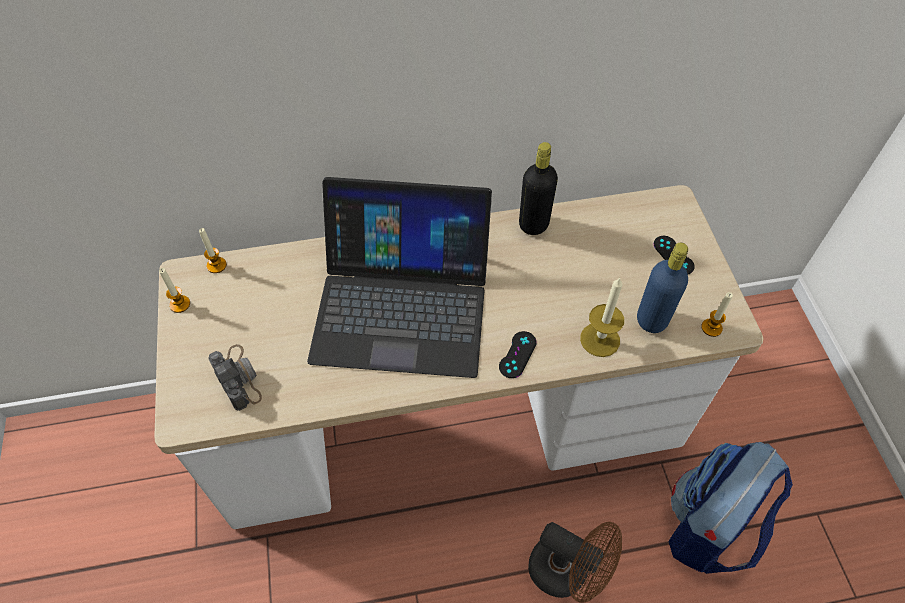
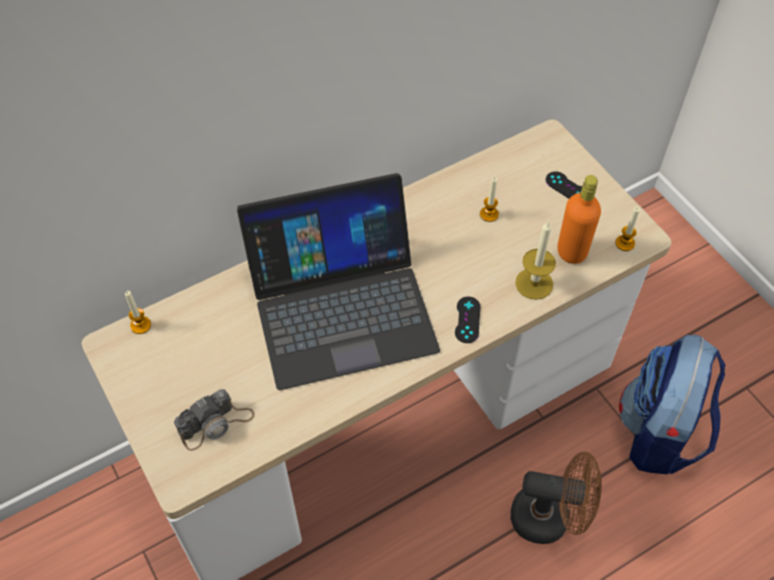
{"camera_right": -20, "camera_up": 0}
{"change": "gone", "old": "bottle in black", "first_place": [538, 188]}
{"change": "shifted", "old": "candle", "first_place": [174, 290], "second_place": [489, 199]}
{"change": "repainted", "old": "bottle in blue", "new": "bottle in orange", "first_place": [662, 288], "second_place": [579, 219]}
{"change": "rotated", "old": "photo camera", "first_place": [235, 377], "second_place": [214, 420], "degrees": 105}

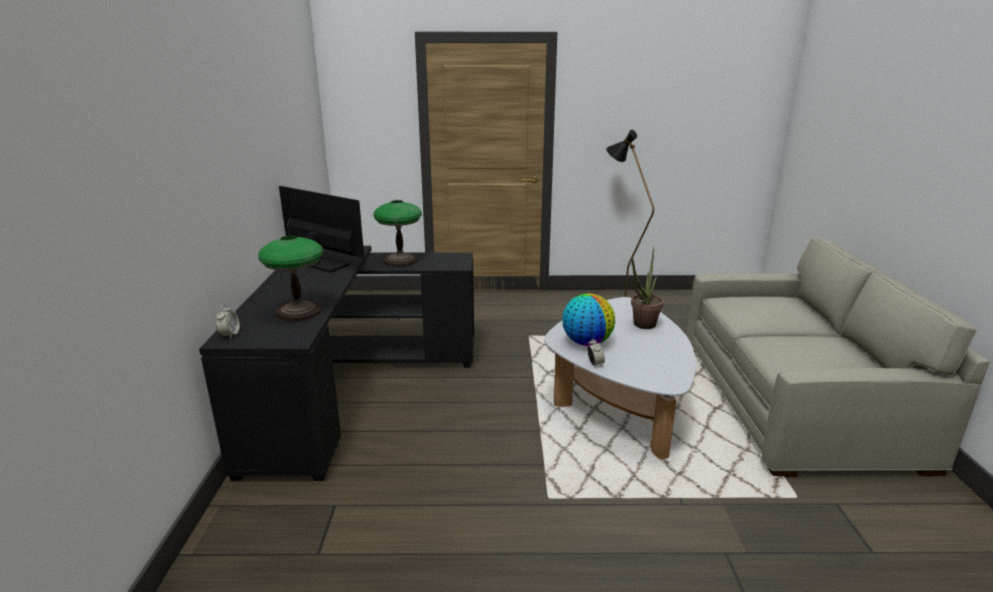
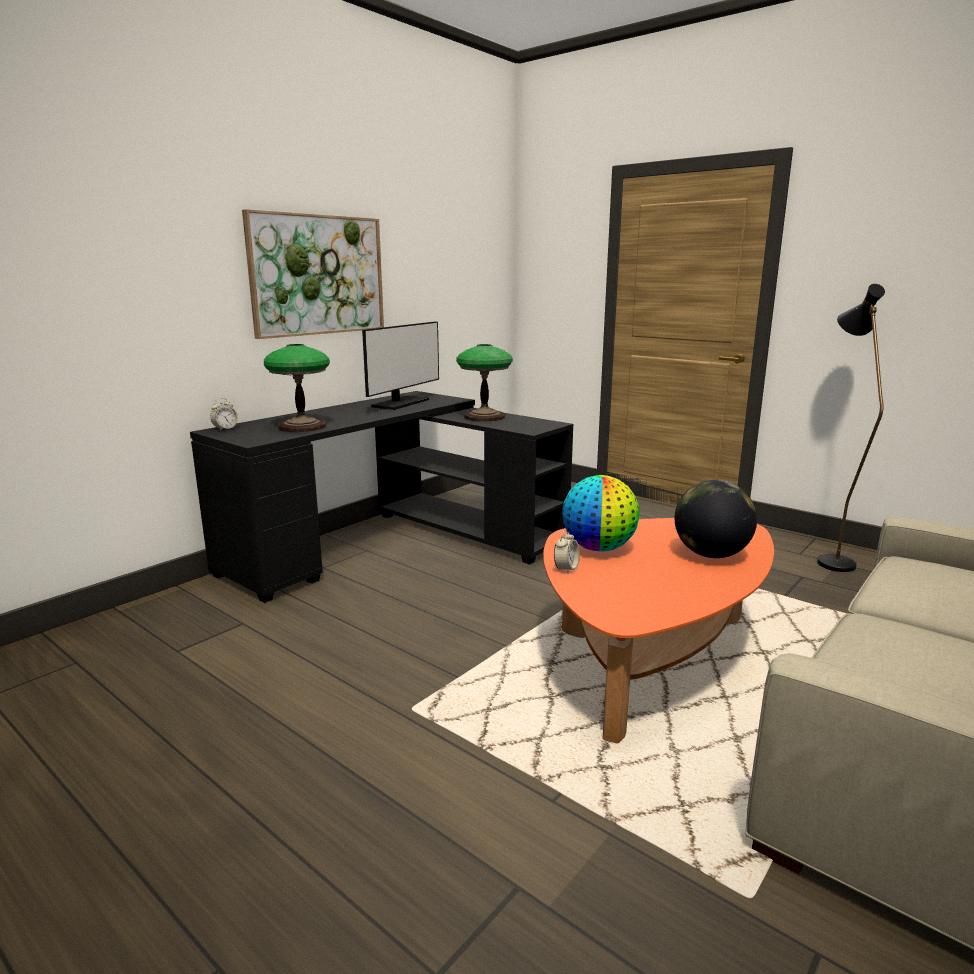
{"camera_right": 40, "camera_up": -5}
{"change": "new", "new": "picture", "second_place": [313, 274]}
{"change": "swapped", "old": "potted plant", "new": "globe", "first_place": [647, 287], "second_place": [716, 519]}
{"change": "repainted", "old": "coffee table in white", "new": "coffee table in orange", "first_place": [620, 378], "second_place": [658, 631]}
{"change": "rotated", "old": "monitor", "first_place": [321, 229], "second_place": [400, 365], "degrees": 45}

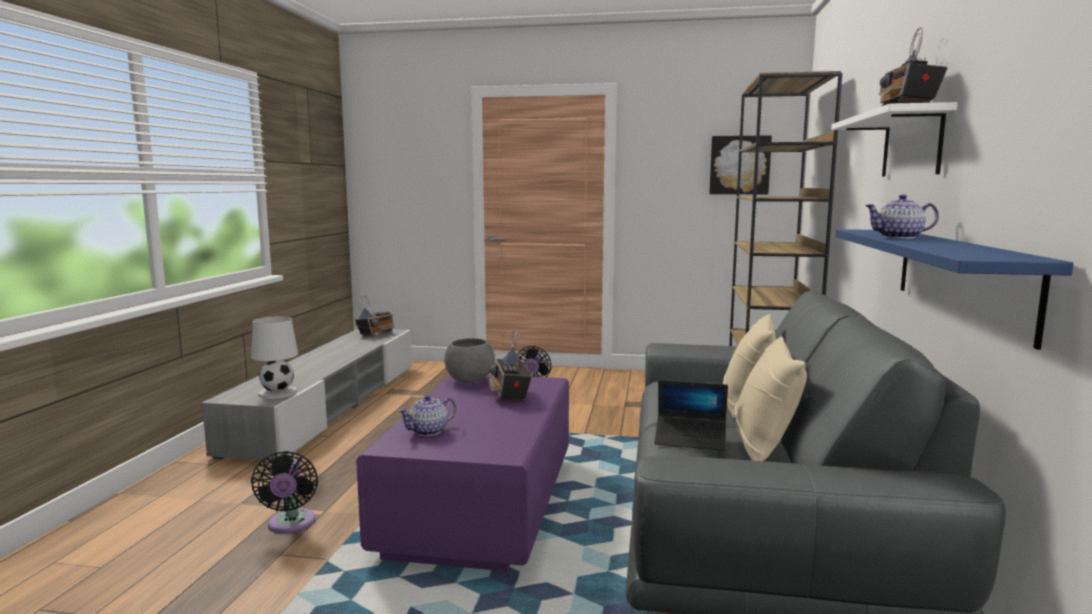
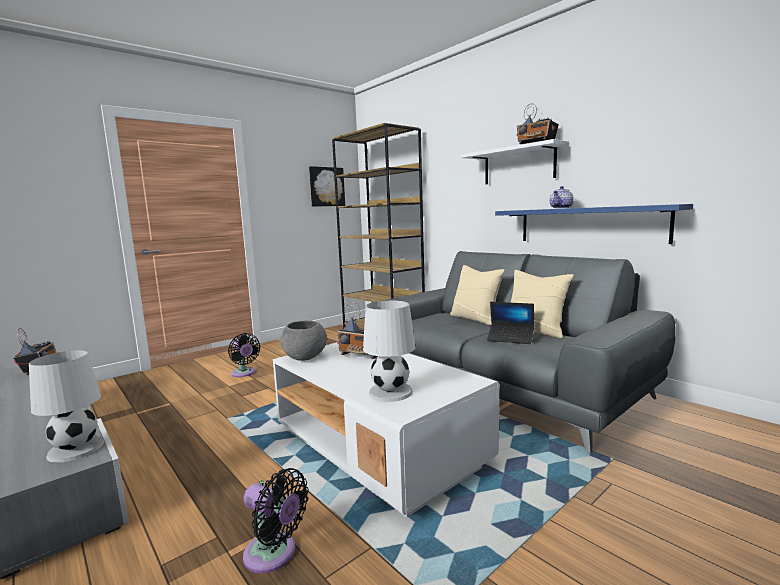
{"camera_right": -50, "camera_up": 0}
{"change": "swapped", "old": "teapot", "new": "table lamp in white", "first_place": [427, 415], "second_place": [389, 351]}
{"change": "repainted", "old": "coffee table in purple", "new": "coffee table in white", "first_place": [462, 473], "second_place": [386, 429]}
{"change": "rotated", "old": "laptop", "first_place": [691, 415], "second_place": [510, 323], "degrees": 60}

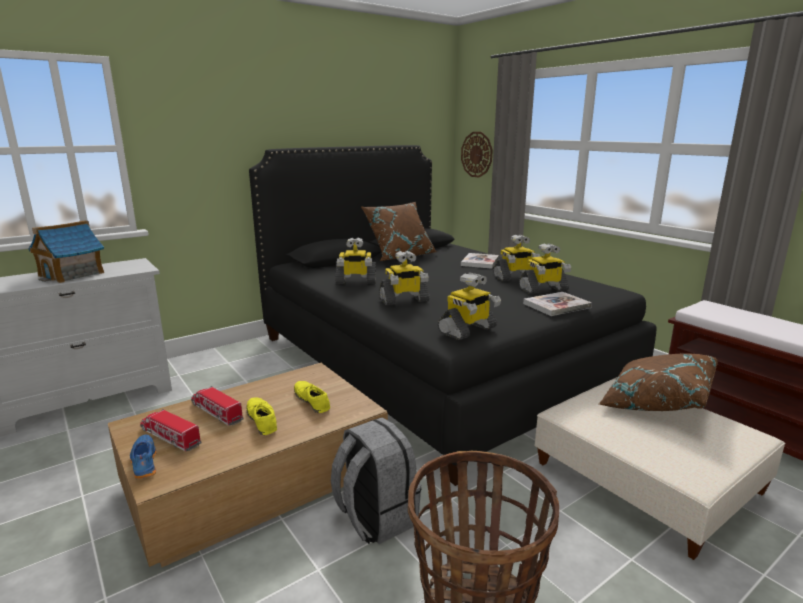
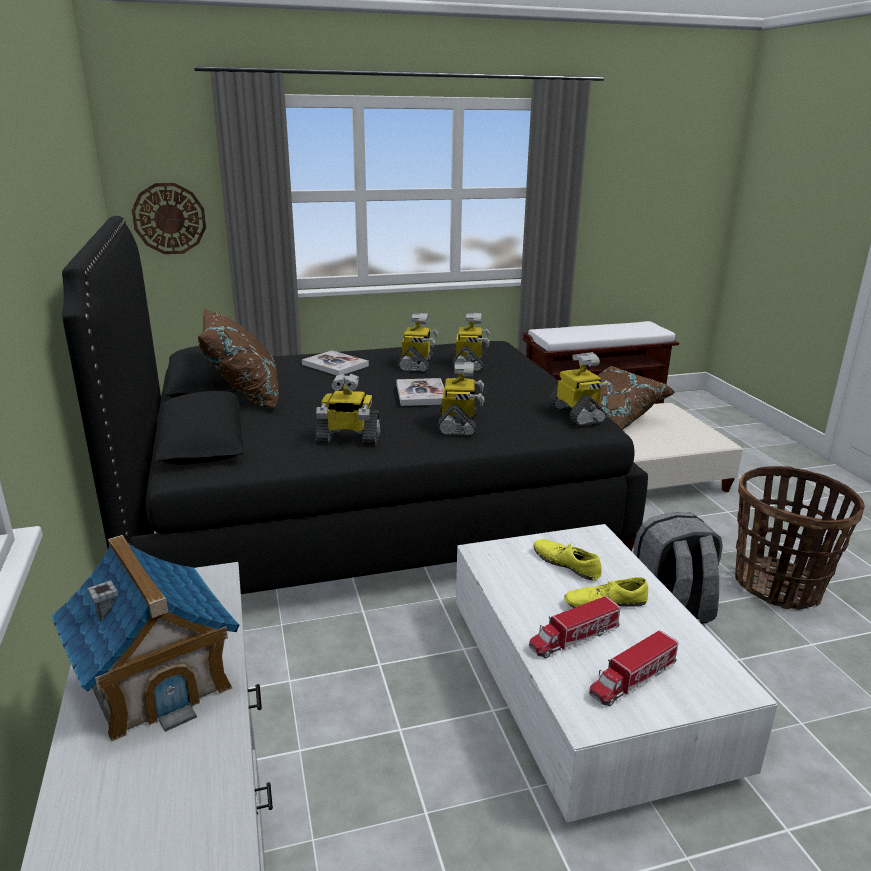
{"camera_right": -70, "camera_up": 5}
{"change": "gone", "old": "shoe in blue", "first_place": [143, 457]}
{"change": "shifted", "old": "book", "first_place": [557, 304], "second_place": [420, 392]}
{"change": "repainted", "old": "coffee table in brown", "new": "coffee table in white", "first_place": [248, 465], "second_place": [617, 673]}
{"change": "rotated", "old": "shoe in yellow", "first_place": [312, 397], "second_place": [568, 559], "degrees": 60}
{"change": "rotated", "old": "toy robot", "first_place": [355, 260], "second_place": [348, 410], "degrees": 75}

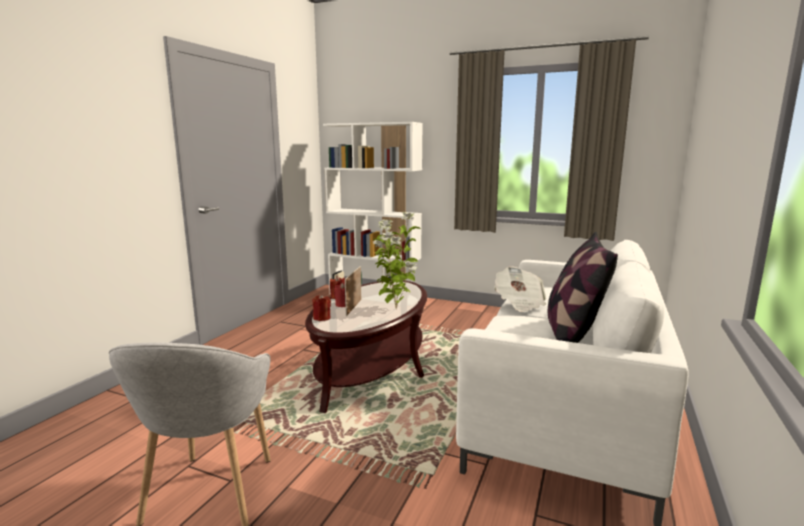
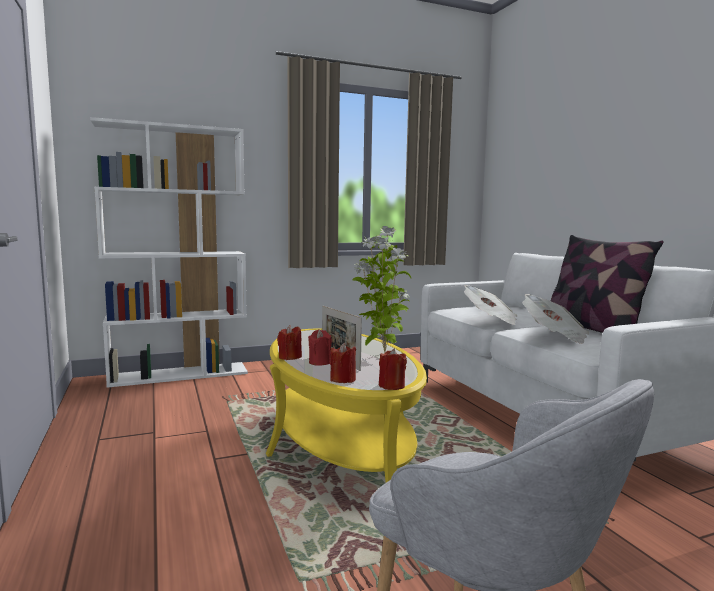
{"camera_right": -45, "camera_up": -5}
{"change": "new", "new": "candle in red", "second_place": [393, 369]}
{"change": "new", "new": "newspaper", "second_place": [555, 319]}
{"change": "repainted", "old": "coffee table in brown", "new": "coffee table in yellow", "first_place": [366, 346], "second_place": [346, 405]}

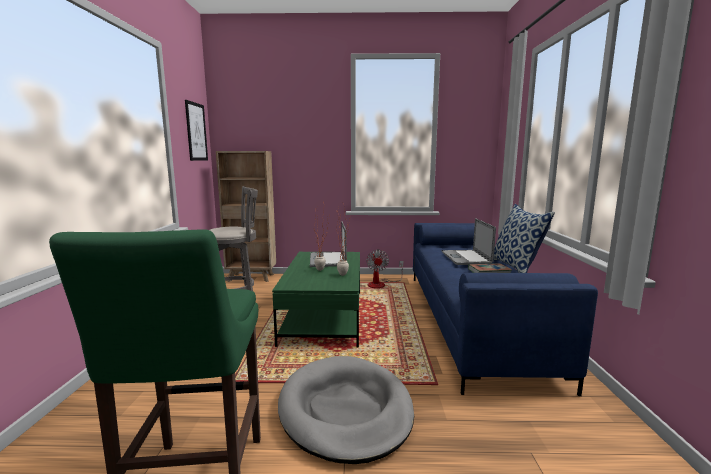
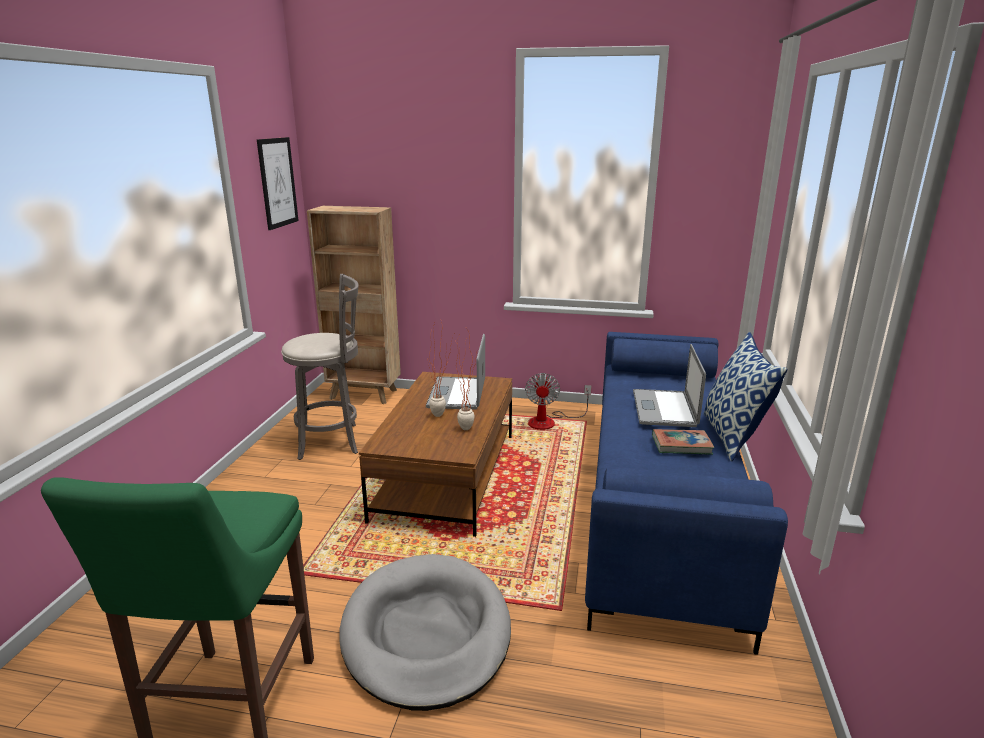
{"camera_right": 10, "camera_up": 10}
{"change": "repainted", "old": "coffee table in green", "new": "coffee table in brown", "first_place": [316, 300], "second_place": [435, 454]}

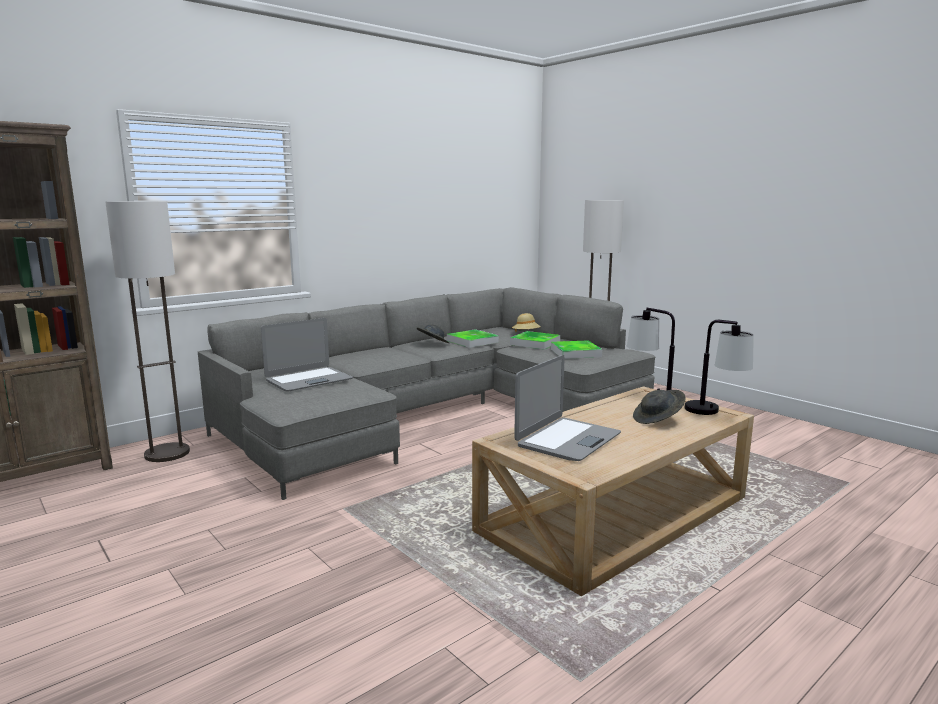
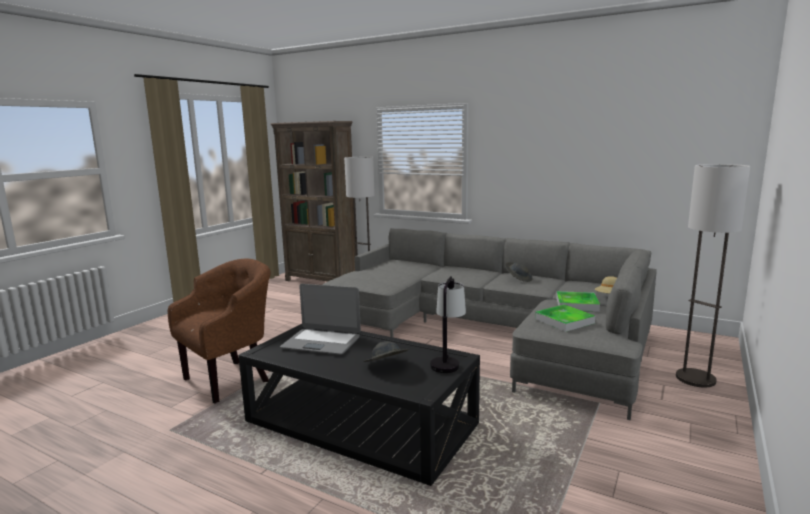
{"camera_right": 70, "camera_up": 0}
{"change": "gone", "old": "laptop", "first_place": [307, 354]}
{"change": "gone", "old": "tray", "first_place": [473, 338]}
{"change": "gone", "old": "table lamp", "first_place": [719, 367]}
{"change": "new", "new": "armchair in brown", "second_place": [219, 331]}
{"change": "repainted", "old": "coffee table in beige", "new": "coffee table in black", "first_place": [613, 491], "second_place": [359, 405]}

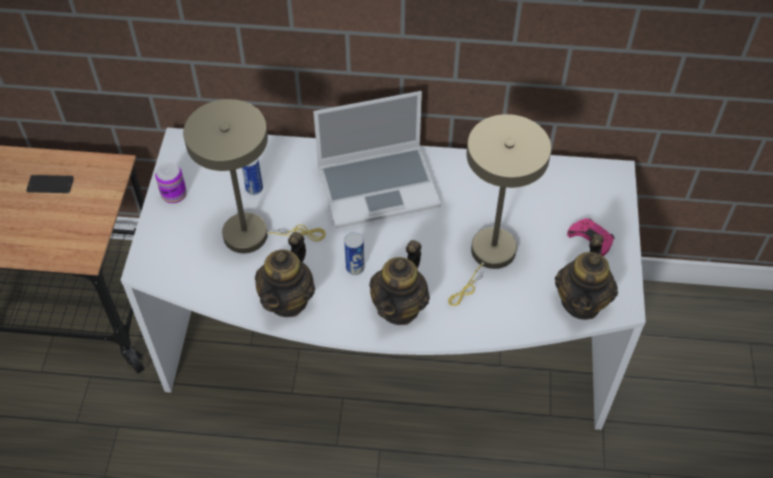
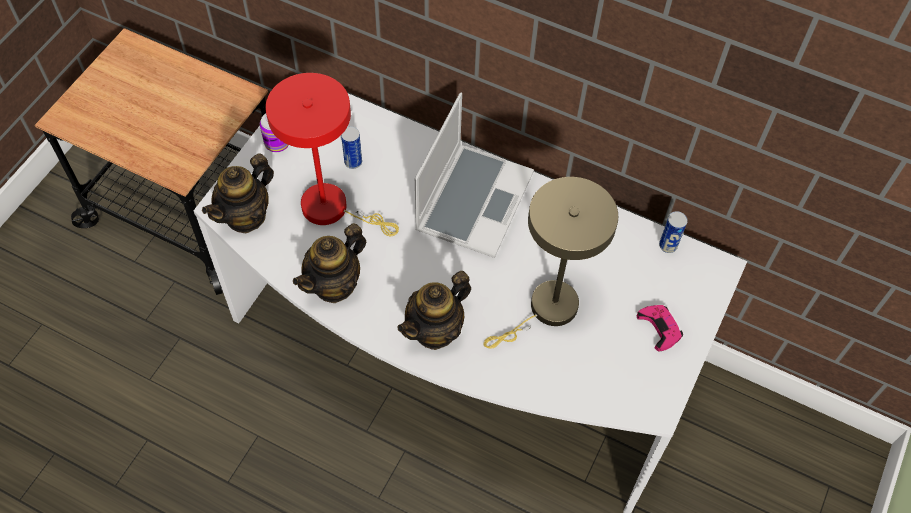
{"camera_right": 20, "camera_up": 5}
{"change": "gone", "old": "phone", "first_place": [50, 184]}
{"change": "shifted", "old": "can", "first_place": [354, 253], "second_place": [673, 232]}
{"change": "shifted", "old": "teapot", "first_place": [586, 277], "second_place": [238, 193]}
{"change": "repainted", "old": "table lamp in beige", "new": "table lamp in red", "first_place": [254, 176], "second_place": [332, 154]}
{"change": "rotated", "old": "laptop", "first_place": [377, 159], "second_place": [474, 175], "degrees": -75}

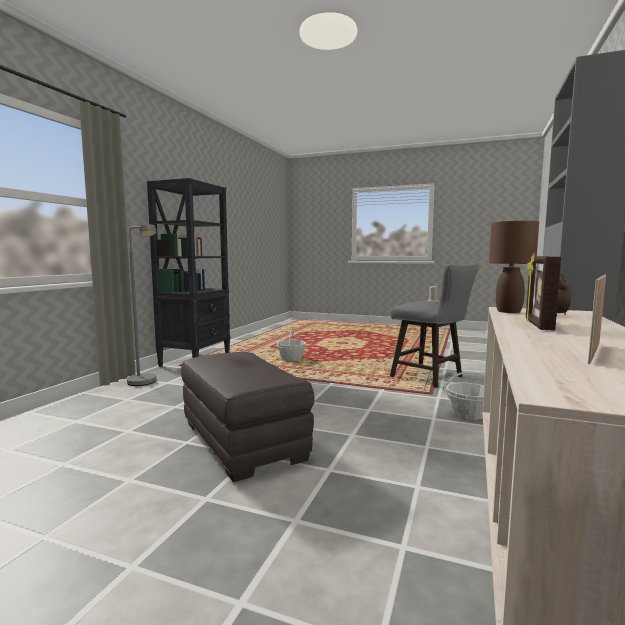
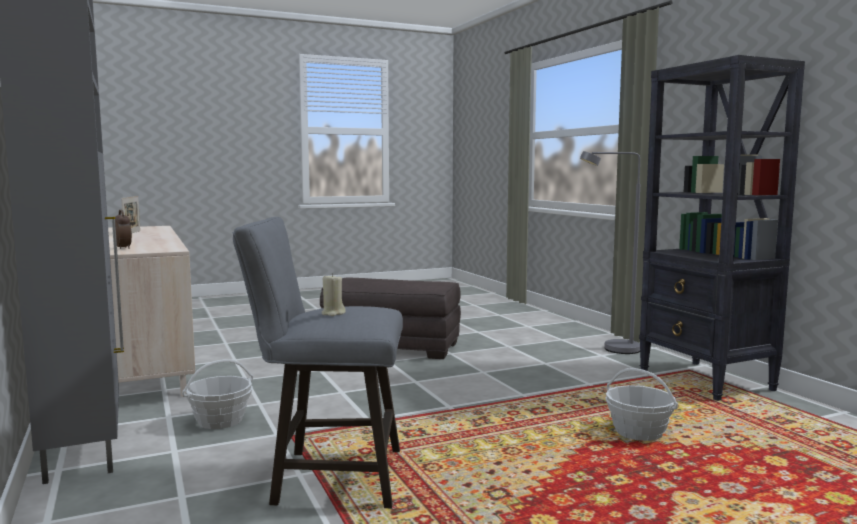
{"camera_right": 135, "camera_up": 0}
{"change": "gone", "old": "table lamp in brown", "first_place": [514, 267]}
{"change": "gone", "old": "picture frame", "first_place": [543, 292]}

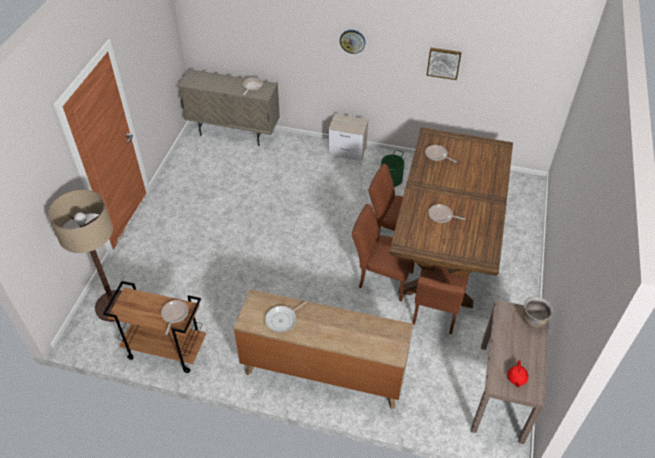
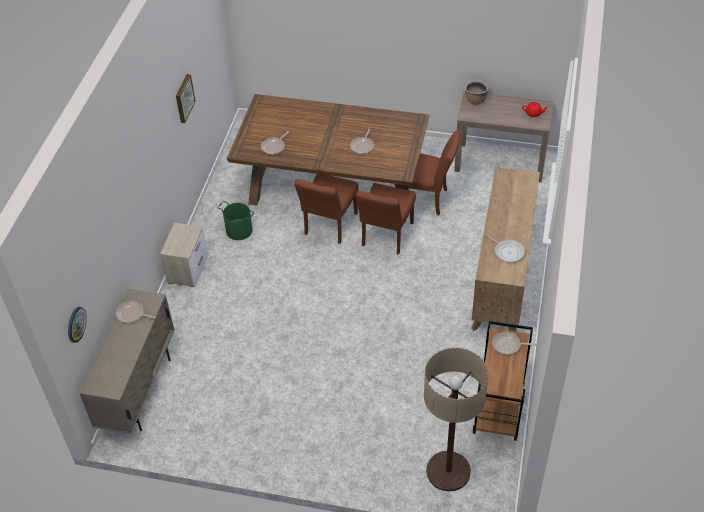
{"camera_right": -90, "camera_up": 0}
{"change": "shifted", "old": "wall clock", "first_place": [352, 42], "second_place": [77, 325]}

